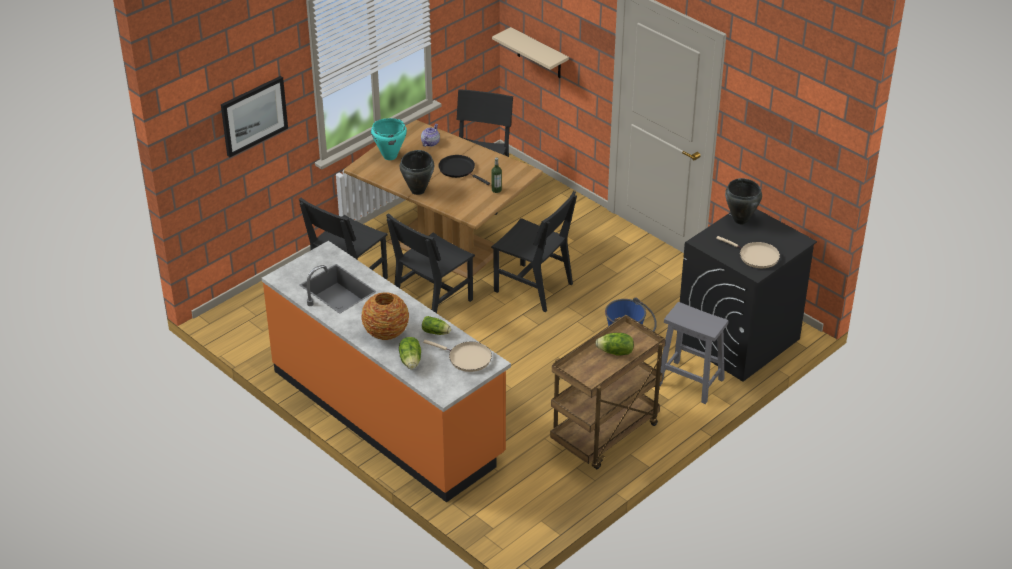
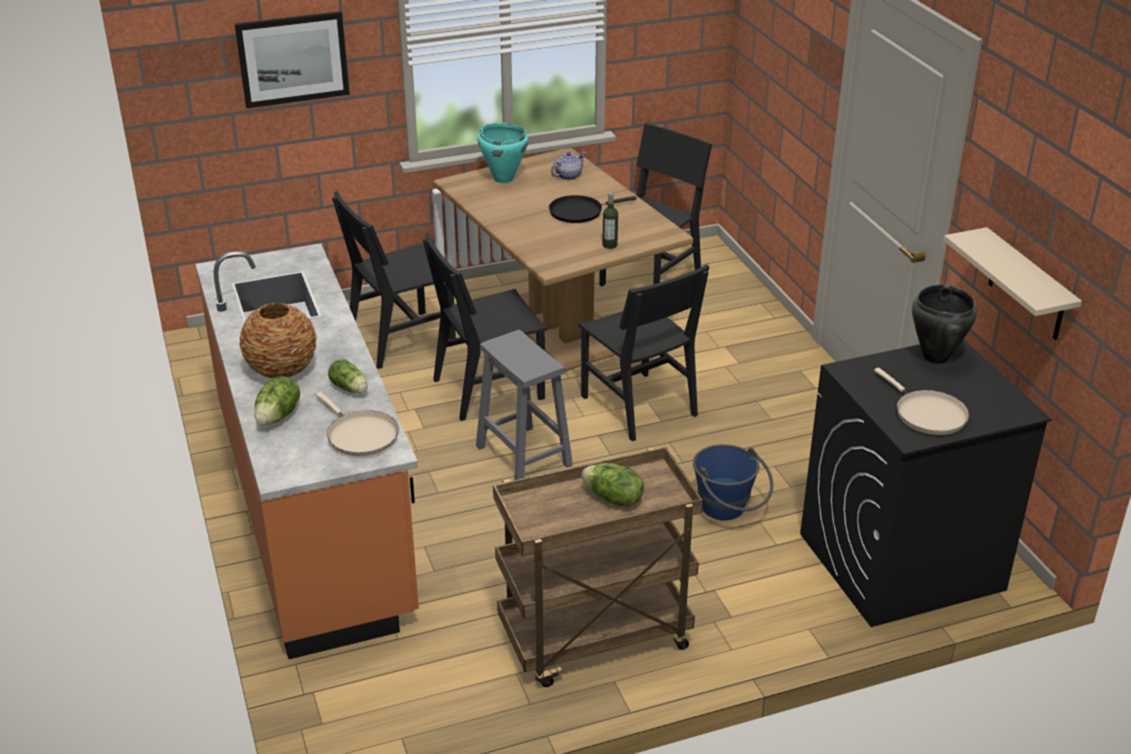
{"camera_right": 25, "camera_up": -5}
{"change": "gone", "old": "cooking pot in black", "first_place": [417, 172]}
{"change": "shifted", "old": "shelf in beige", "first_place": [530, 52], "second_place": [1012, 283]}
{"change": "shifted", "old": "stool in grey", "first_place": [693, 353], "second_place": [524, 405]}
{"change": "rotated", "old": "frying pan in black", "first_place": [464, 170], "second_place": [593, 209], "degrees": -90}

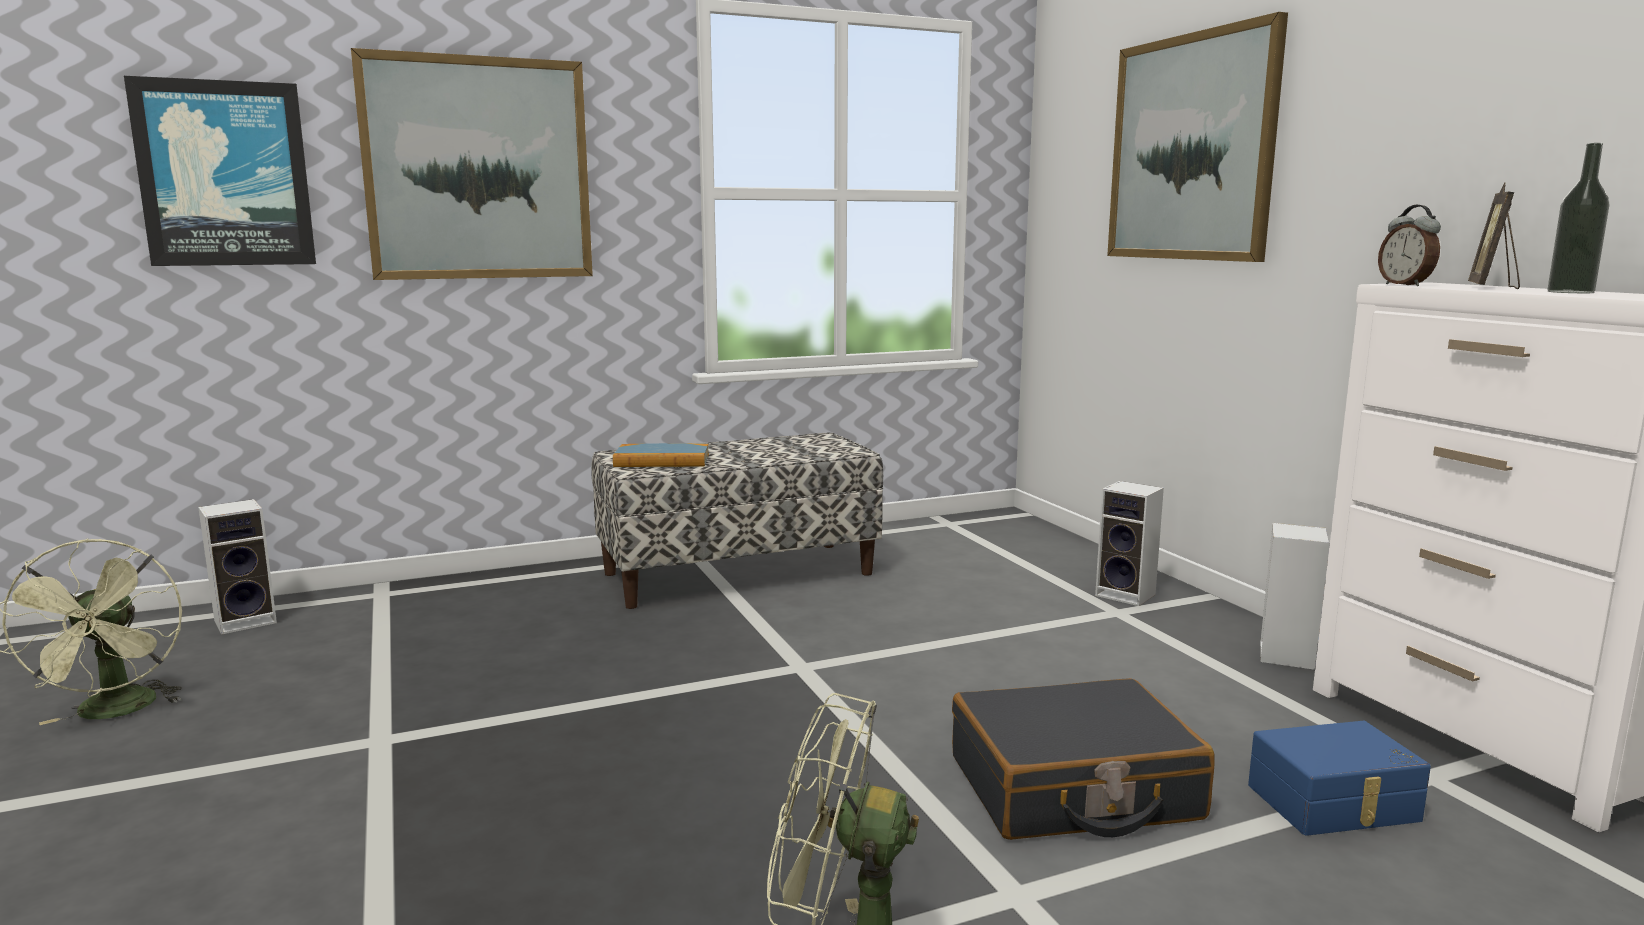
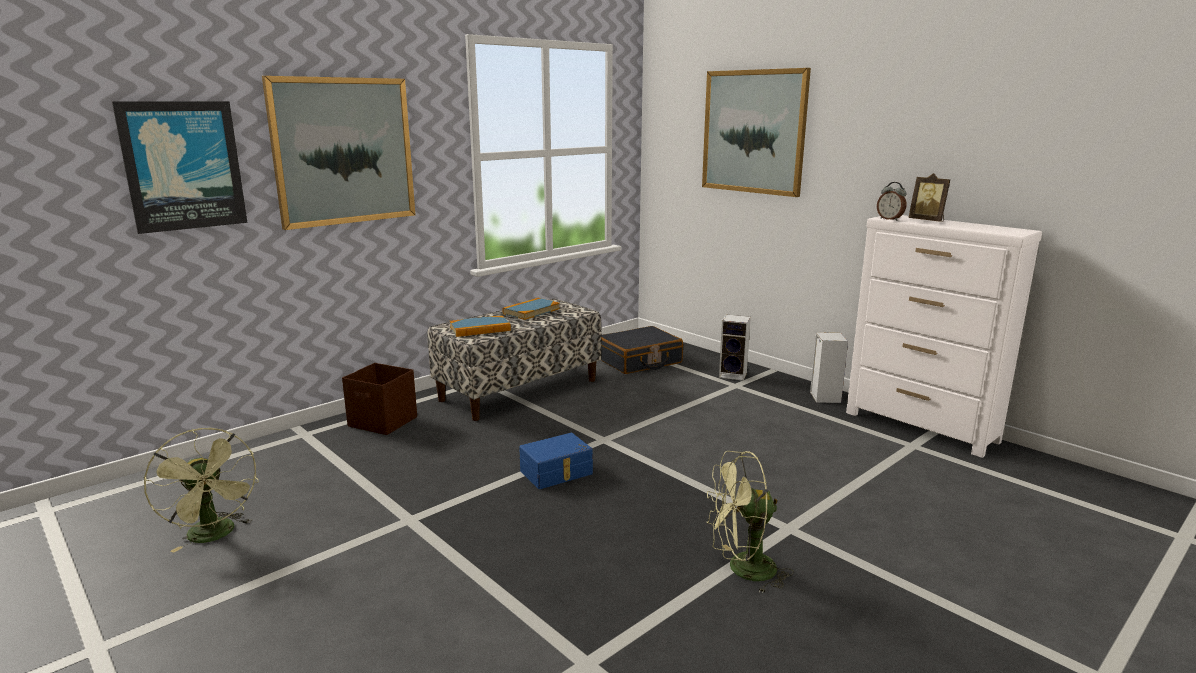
{"camera_right": -20, "camera_up": 5}
{"change": "gone", "old": "speaker", "first_place": [237, 567]}
{"change": "gone", "old": "bottle", "first_place": [1578, 218]}
{"change": "new", "new": "storage box in brown", "second_place": [379, 399]}
{"change": "new", "new": "book", "second_place": [531, 309]}
{"change": "shifted", "old": "suitcase in black", "first_place": [1083, 759], "second_place": [642, 350]}
{"change": "shifted", "old": "storage box in blue", "first_place": [1339, 778], "second_place": [556, 461]}
{"change": "rotated", "old": "picture frame", "first_place": [1494, 236], "second_place": [929, 197], "degrees": -45}

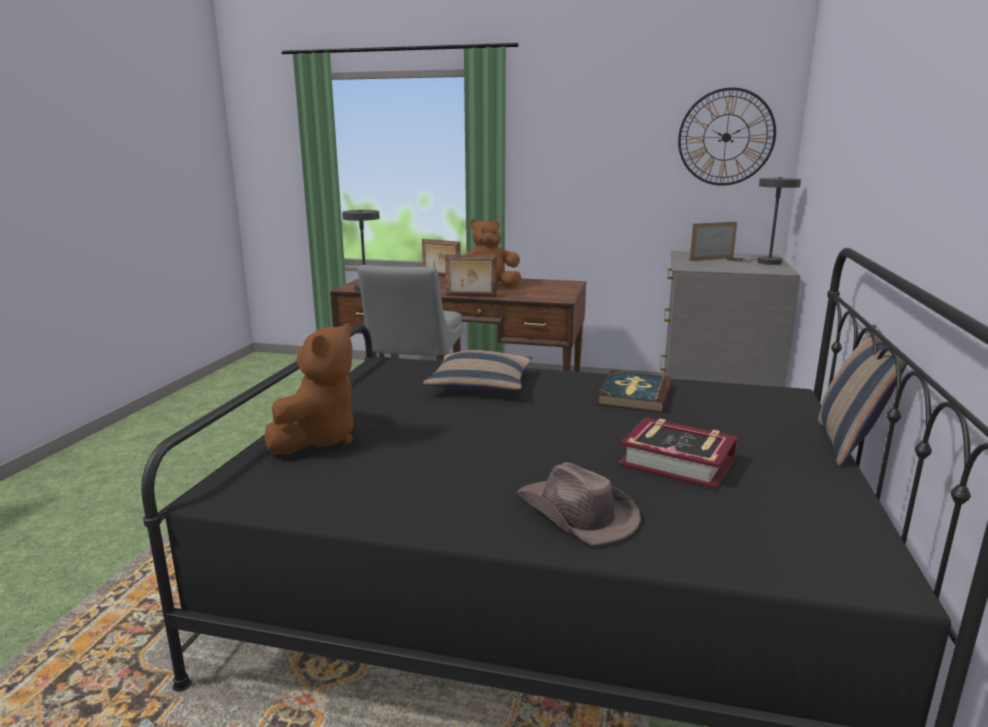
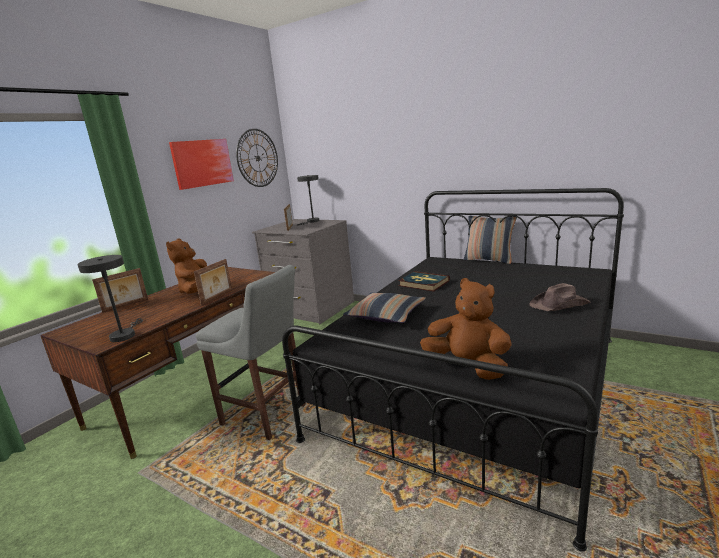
{"camera_right": -70, "camera_up": 0}
{"change": "gone", "old": "book", "first_place": [678, 453]}
{"change": "new", "new": "picture", "second_place": [201, 164]}

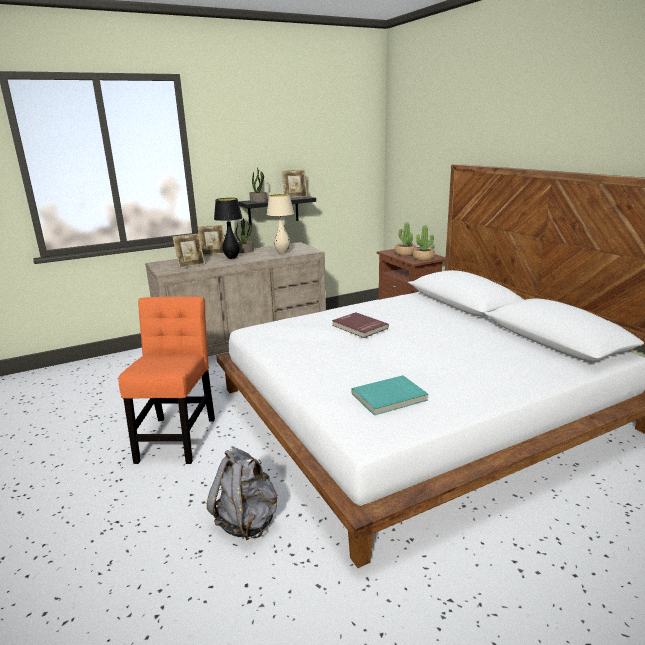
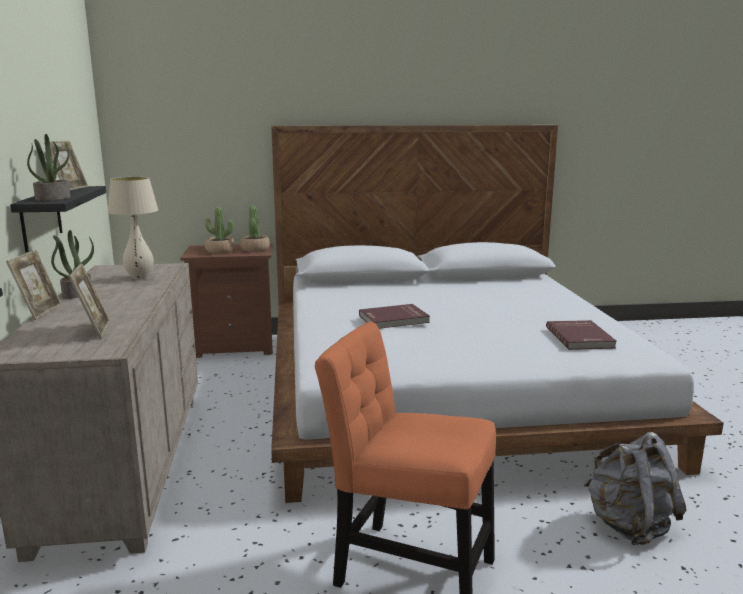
{"camera_right": -70, "camera_up": -5}
{"change": "gone", "old": "table lamp in black", "first_place": [228, 228]}
{"change": "repainted", "old": "book in turquoise", "new": "book in red", "first_place": [389, 395], "second_place": [581, 335]}

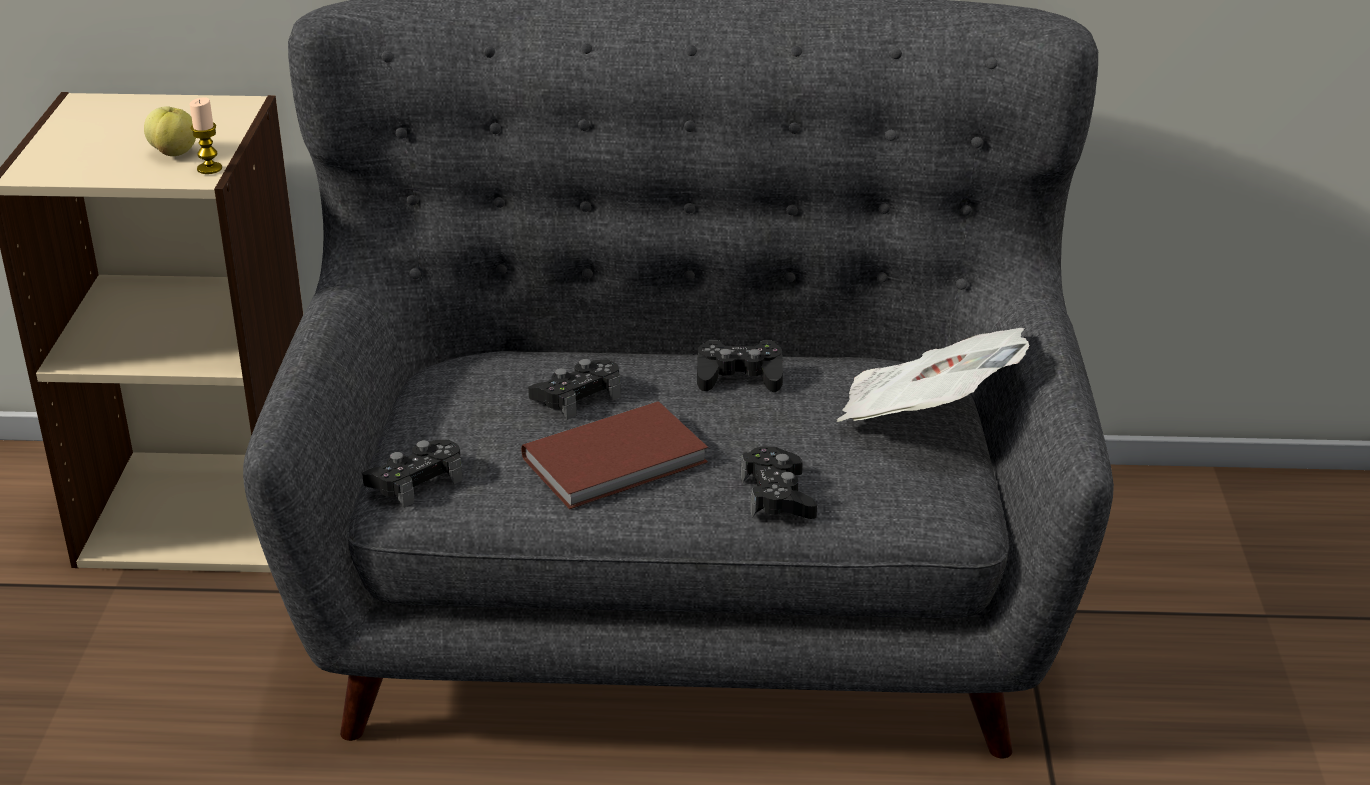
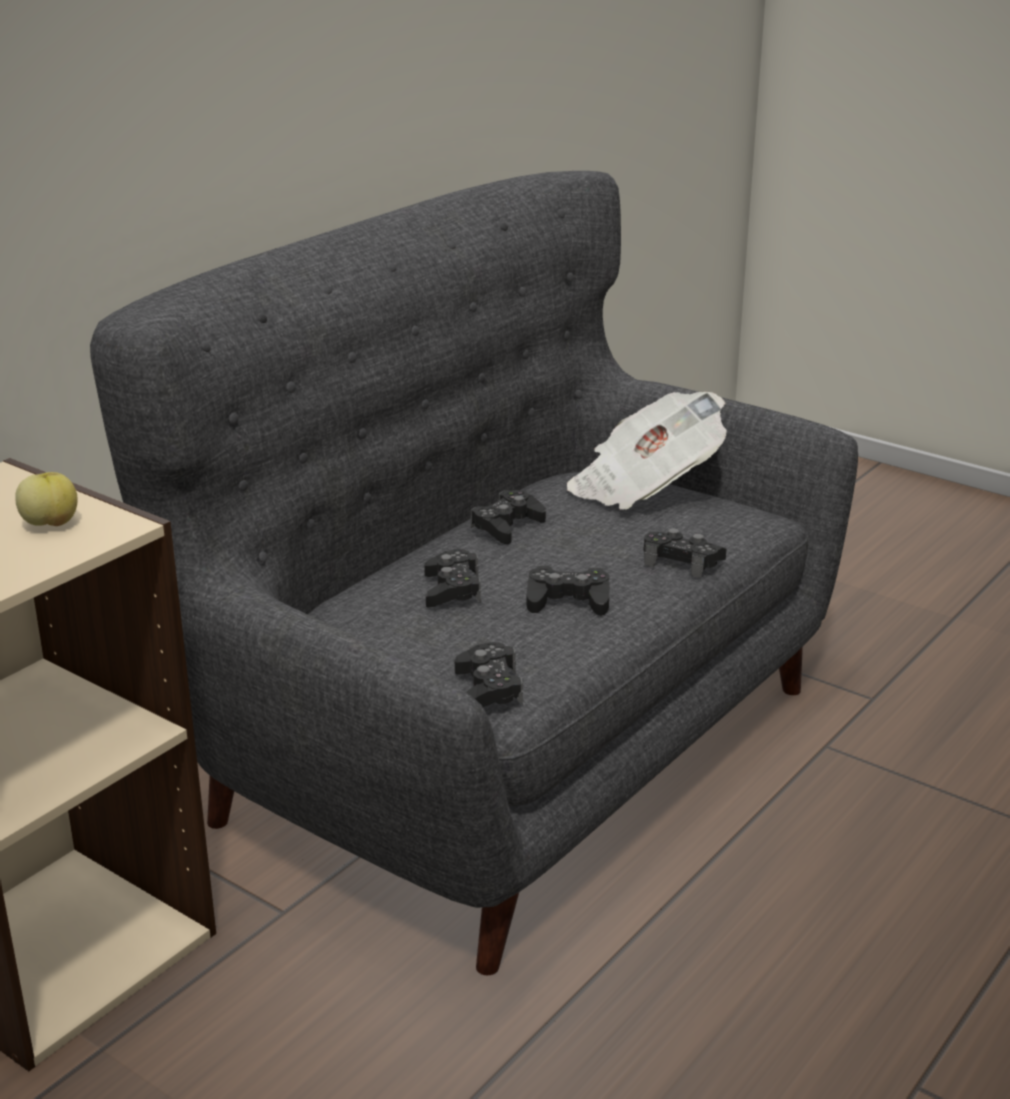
{"camera_right": -55, "camera_up": -5}
{"change": "gone", "old": "candle", "first_place": [205, 135]}
{"change": "swapped", "old": "book in brown", "new": "game controller in black", "first_place": [614, 455], "second_place": [568, 591]}

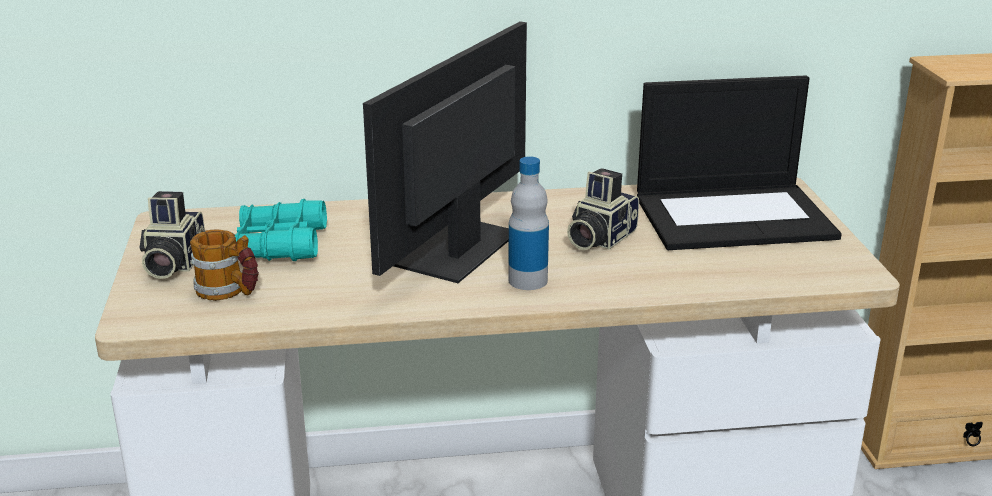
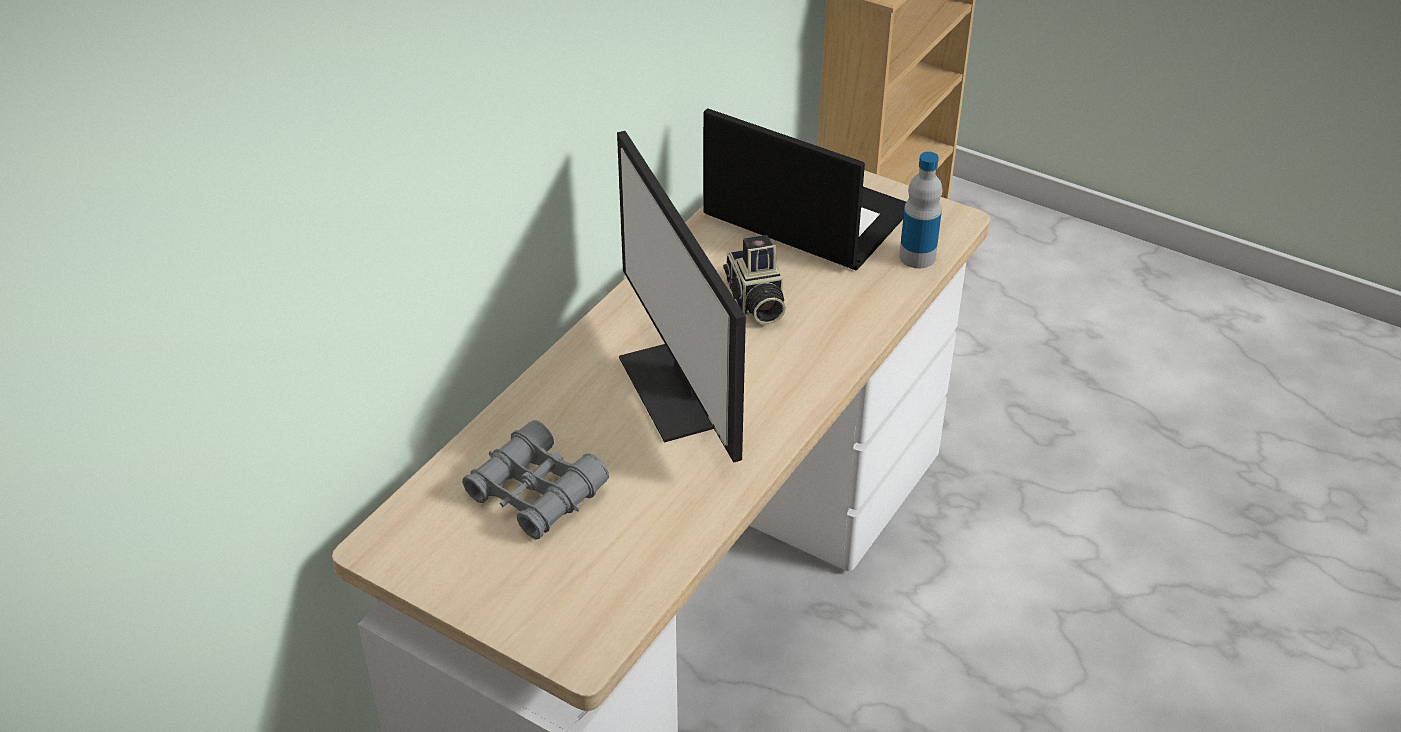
{"camera_right": -50, "camera_up": 15}
{"change": "gone", "old": "photo camera", "first_place": [172, 235]}
{"change": "gone", "old": "mug", "first_place": [224, 265]}
{"change": "shifted", "old": "bottle", "first_place": [528, 223], "second_place": [920, 210]}
{"change": "repainted", "old": "binoculars in turquoise", "new": "binoculars in grey", "first_place": [280, 230], "second_place": [535, 480]}
{"change": "rotated", "old": "laptop", "first_place": [739, 162], "second_place": [804, 189], "degrees": -90}

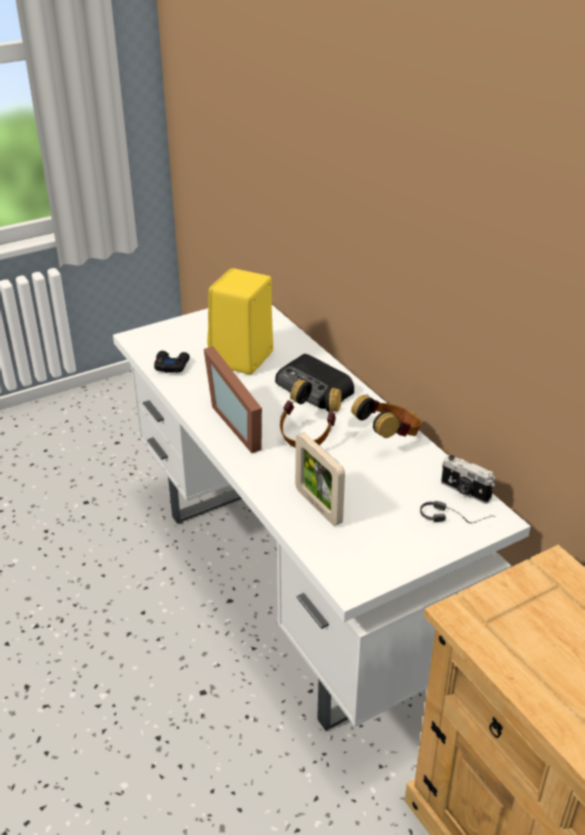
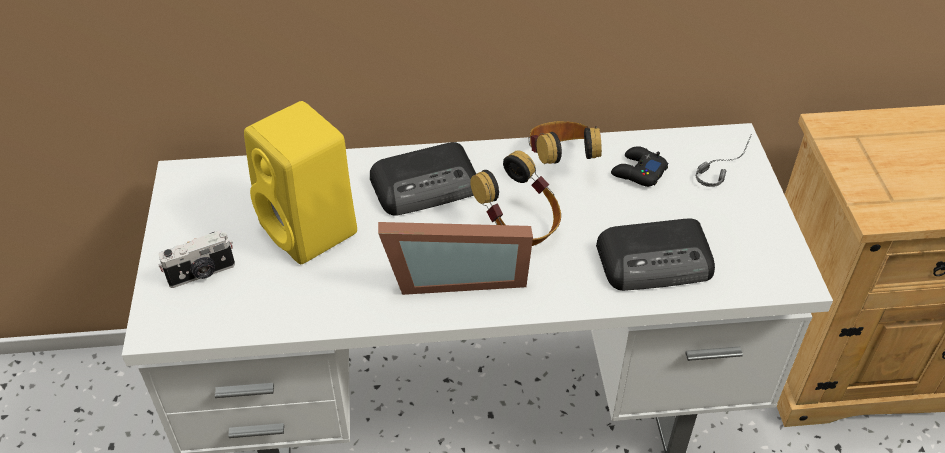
{"camera_right": -65, "camera_up": 10}
{"change": "shifted", "old": "game controller in black", "first_place": [172, 362], "second_place": [640, 166]}
{"change": "shifted", "old": "photo camera", "first_place": [468, 479], "second_place": [196, 259]}
{"change": "swapped", "old": "picture frame", "new": "radio", "first_place": [320, 479], "second_place": [655, 255]}

